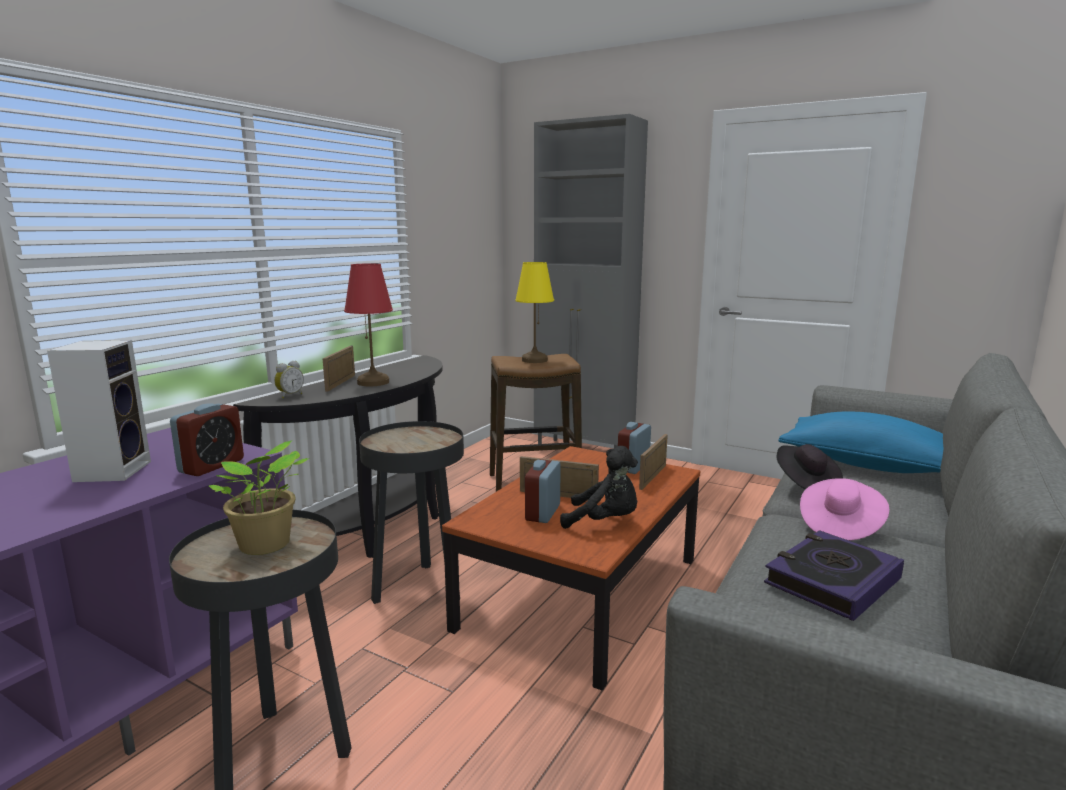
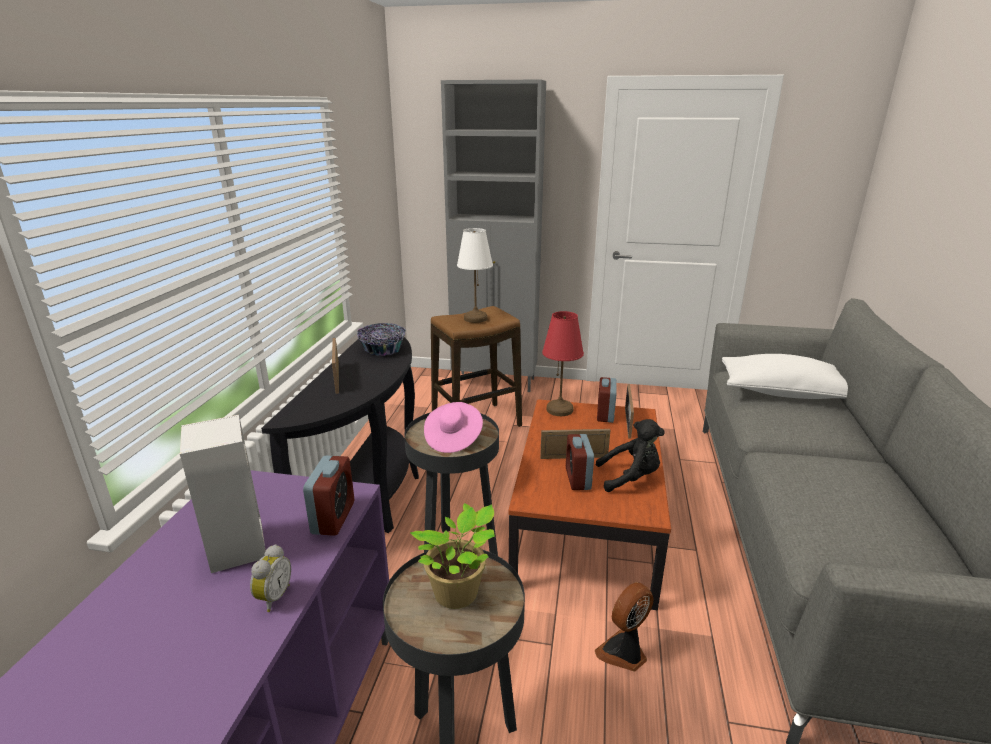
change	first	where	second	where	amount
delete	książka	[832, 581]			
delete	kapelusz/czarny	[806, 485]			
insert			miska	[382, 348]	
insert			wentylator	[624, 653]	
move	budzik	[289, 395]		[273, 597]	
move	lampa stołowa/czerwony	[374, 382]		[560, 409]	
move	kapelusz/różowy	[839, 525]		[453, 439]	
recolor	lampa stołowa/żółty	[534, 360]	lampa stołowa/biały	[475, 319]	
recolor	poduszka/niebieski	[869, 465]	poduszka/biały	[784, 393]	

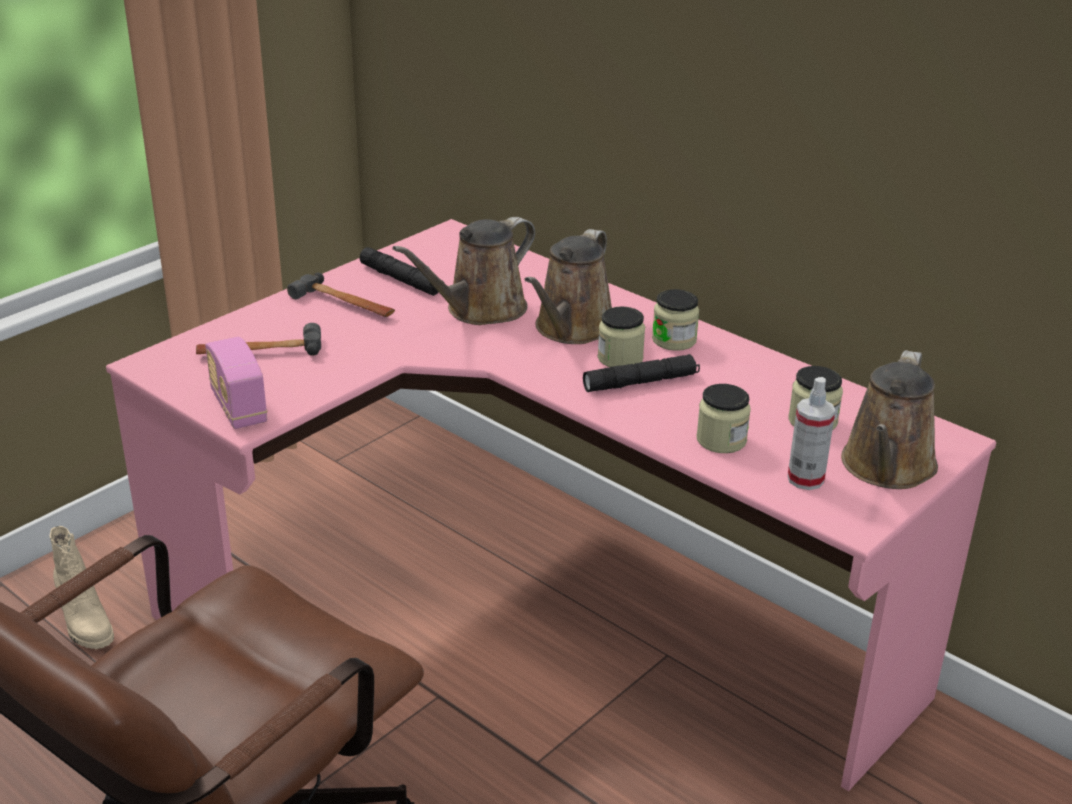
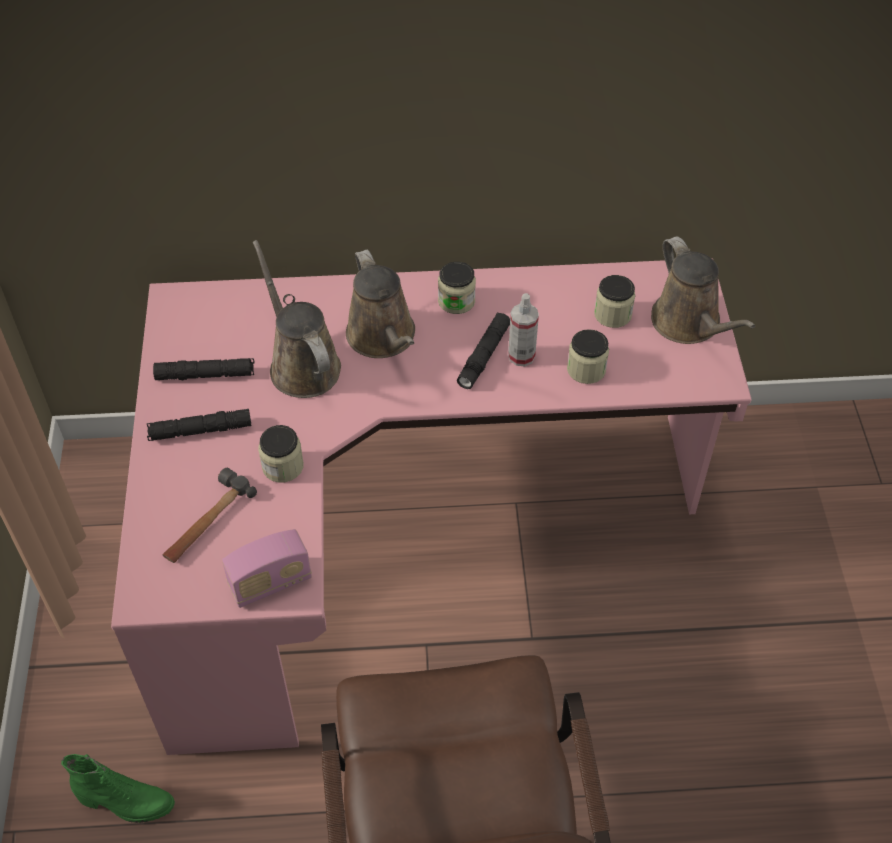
change	first	where	second	where	amount
move	słoik	[620, 358]		[283, 466]	
move	spryskiwacz	[805, 479]		[521, 356]	
replace	młotek	[344, 305]	latarka/czarny	[200, 430]	
recolor	but z cholewką/beżowy	[84, 624]	but z cholewką/zielony	[126, 803]	
rotate	radio	[238, 407]		[270, 583]	45 degrees counterclockwise
rotate	konewka/brązowy	[480, 310]		[301, 364]	150 degrees clockwise

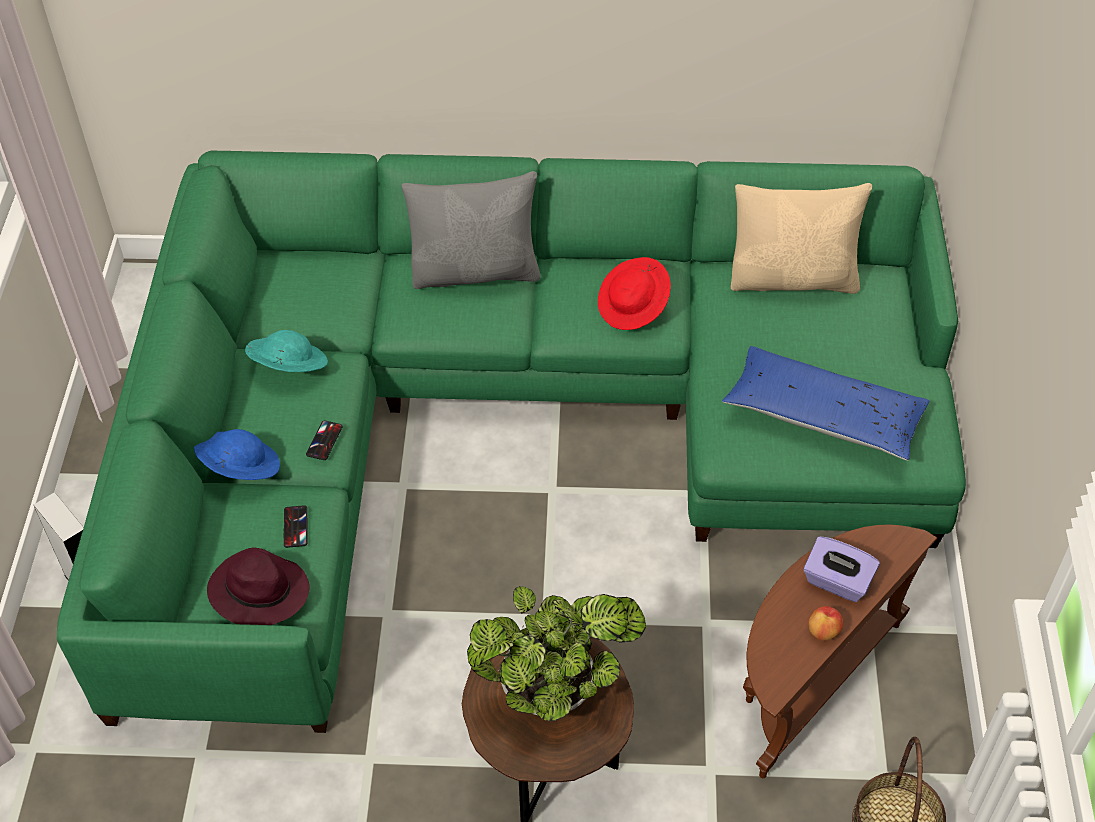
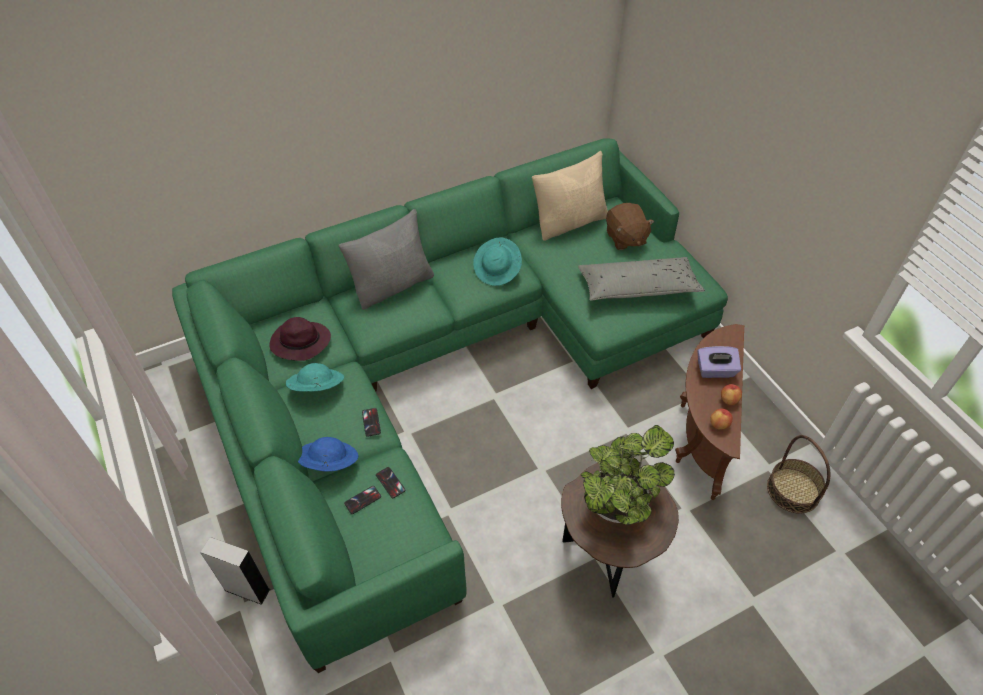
change	first	where	second	where	amount
insert			telefon	[362, 500]	
insert			pluszak/brązowy	[625, 238]	
insert			jabłko	[719, 424]	
move	kapelusz/fioletowy	[258, 592]		[299, 343]	
recolor	kapelusz/czerwony	[633, 307]	kapelusz/turkusowy	[497, 270]	
recolor	poduszka/niebieski	[823, 416]	poduszka/szary	[638, 288]	

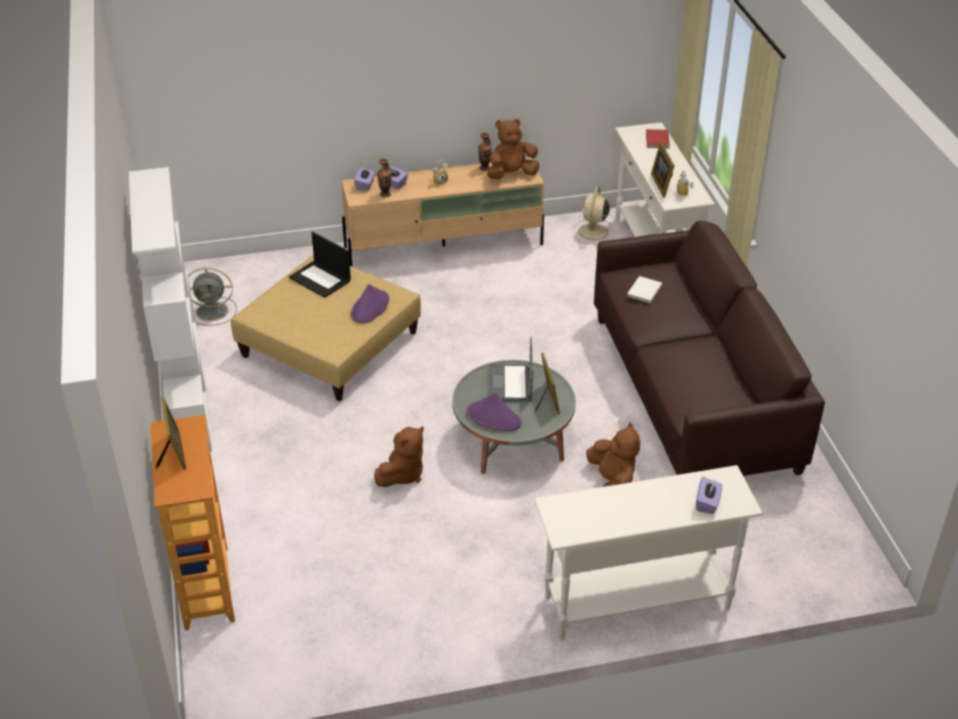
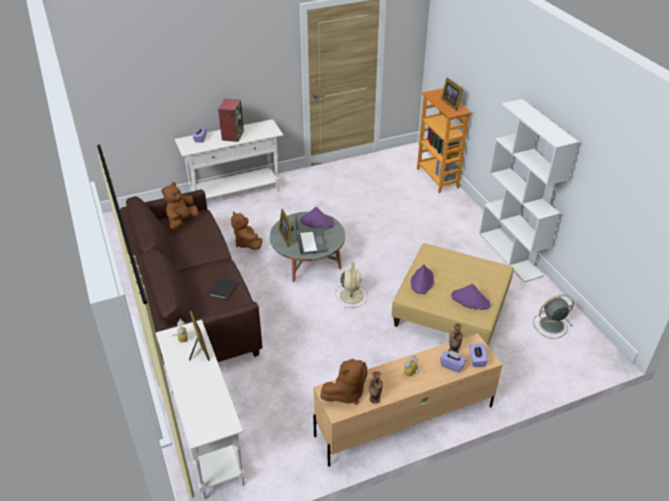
change	first	where	second	where	amount
delete	książka/czerwony	[657, 139]			
insert			głośnik	[232, 135]	
move	pluszak/brązowy	[402, 474]		[181, 221]	
move	wentylator/beżowy	[593, 232]		[351, 295]	
replace	laptop	[321, 279]	kapelusz/fioletowy	[470, 300]	
recolor	książka/biały	[643, 291]	książka/czarny	[223, 289]	

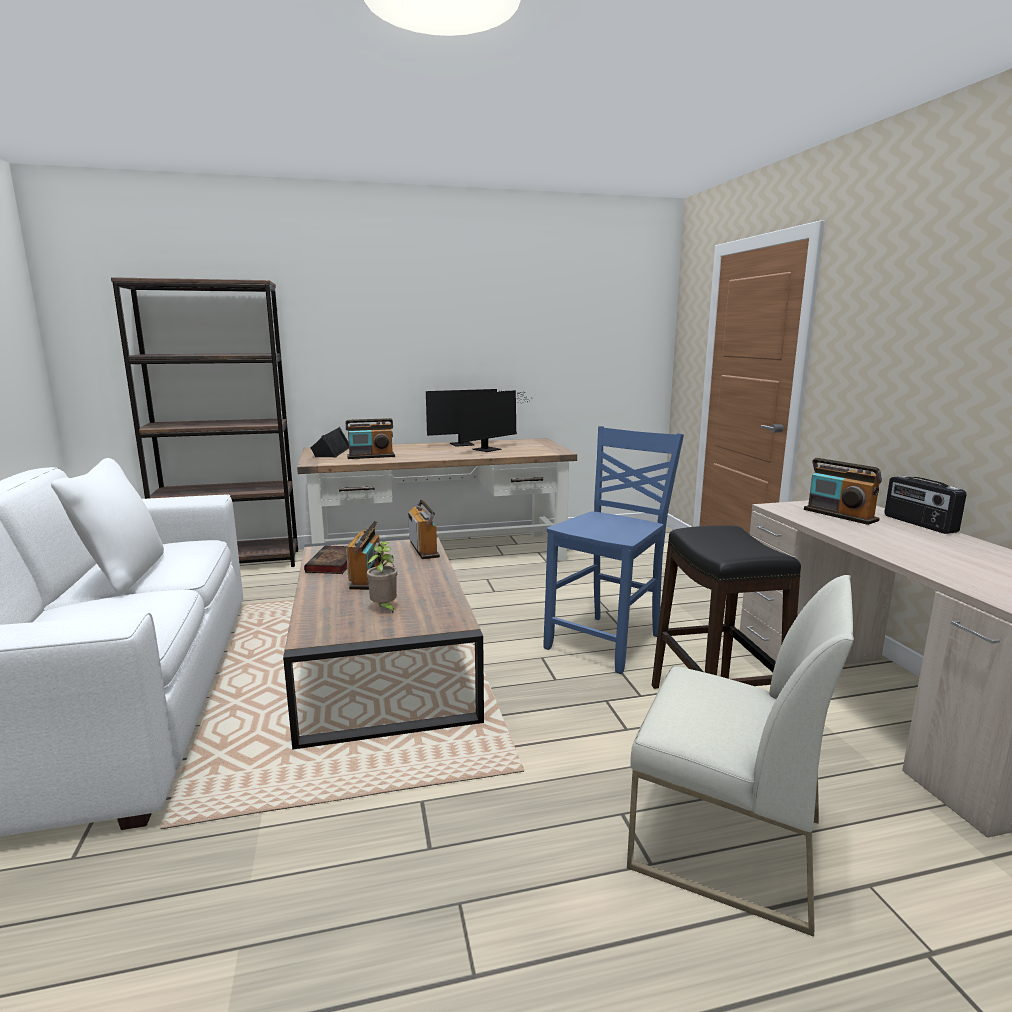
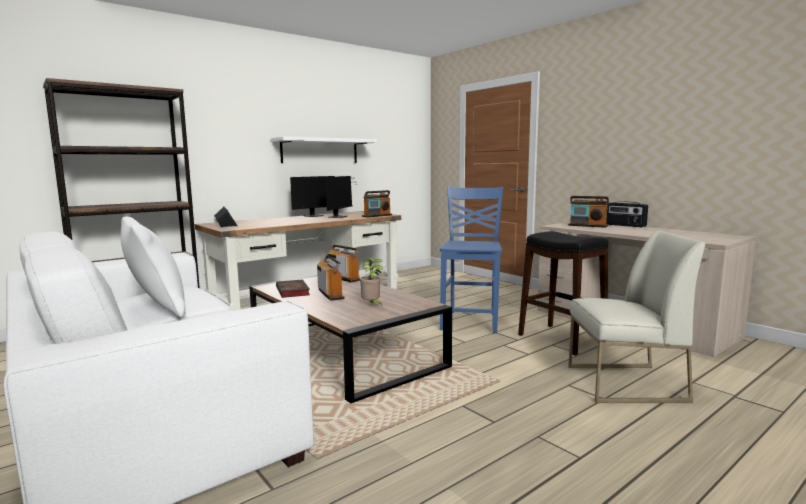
change	first	where	second	where	amount
insert			półka/biały	[320, 151]	
move	radio	[371, 456]		[377, 216]	

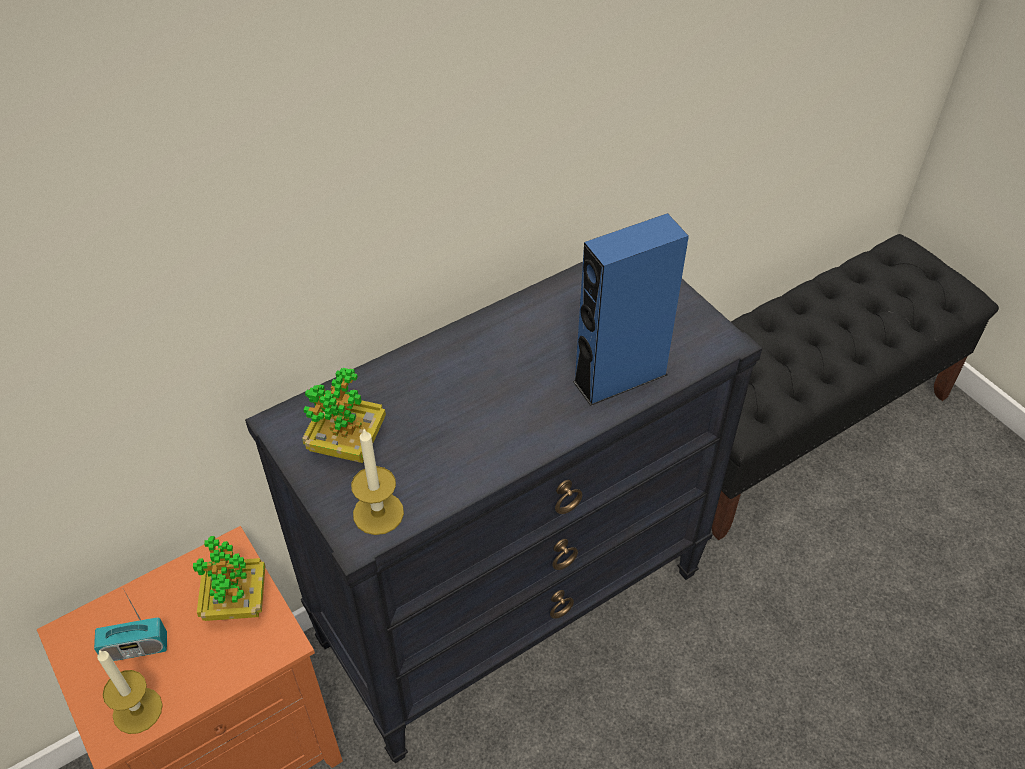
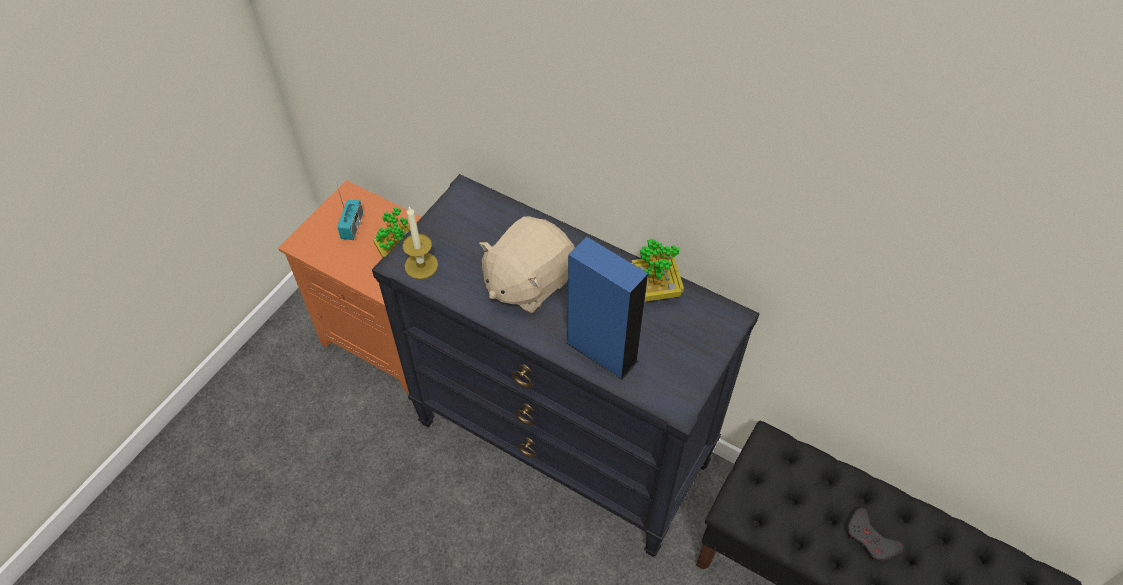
change	first	where	second	where	amount
delete	świeca	[137, 710]			
insert			pluszak/beżowy	[528, 282]	
insert			pad do gier/szary	[870, 539]	
move	roślina doniczkowa	[347, 443]		[654, 289]	
rotate	radio	[136, 648]		[352, 226]	135 degrees counterclockwise

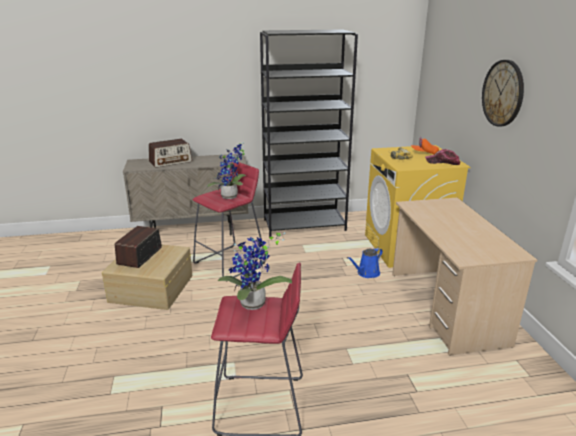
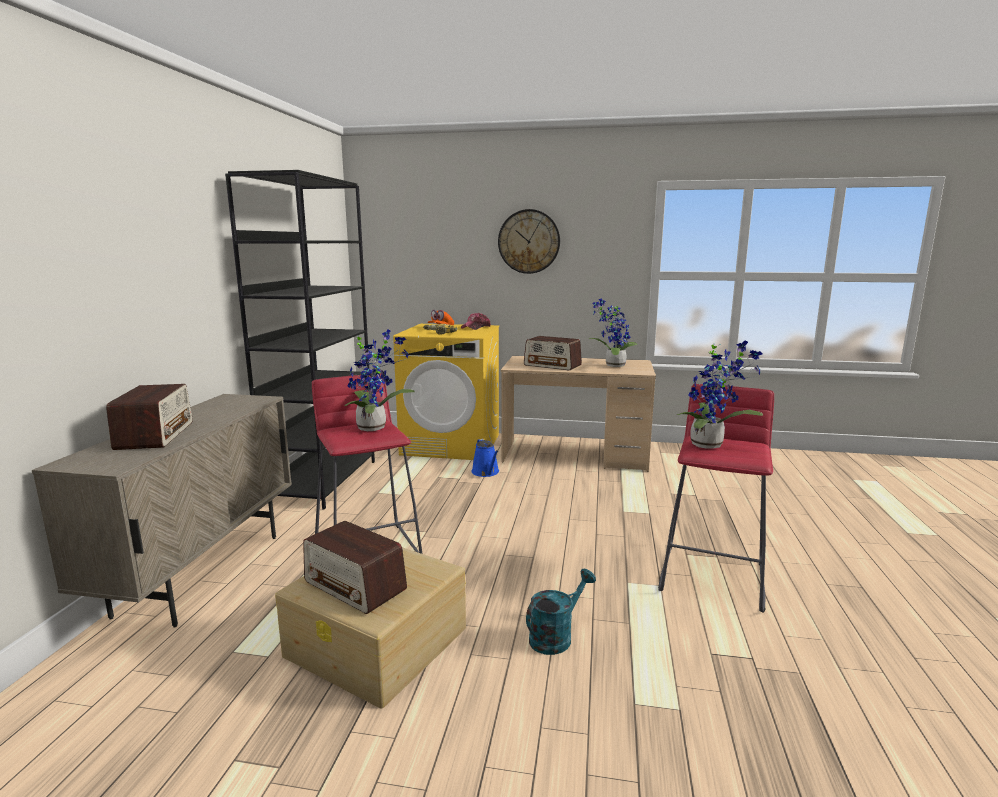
change	first	where	second	where	amount
insert			radio	[552, 365]	
insert			konewka/turkusowy	[556, 636]	
insert			roślina doniczkowa	[612, 365]	

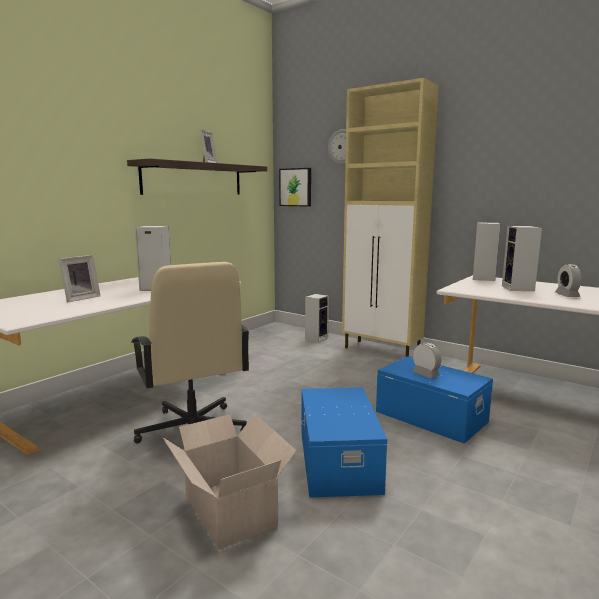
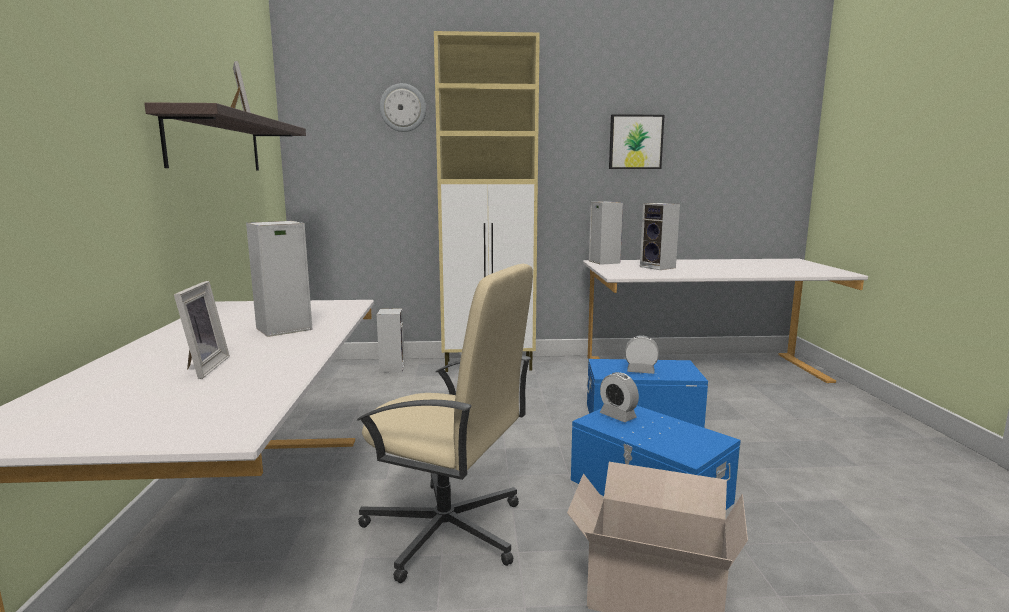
change	first	where	second	where	amount
move	obraz	[296, 187]		[635, 142]	
move	budzik	[567, 295]		[617, 416]	

